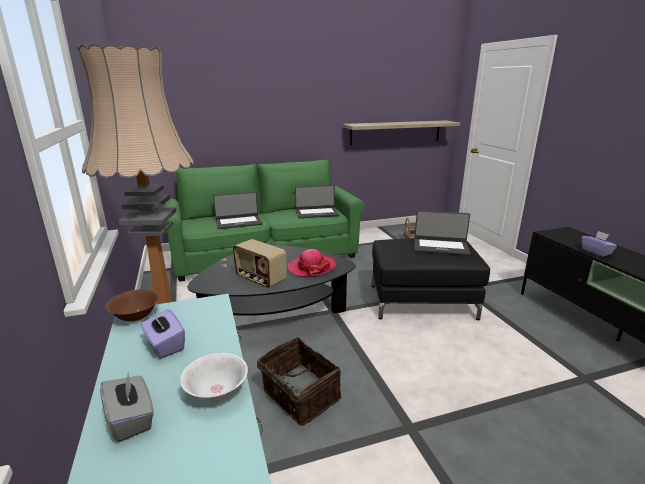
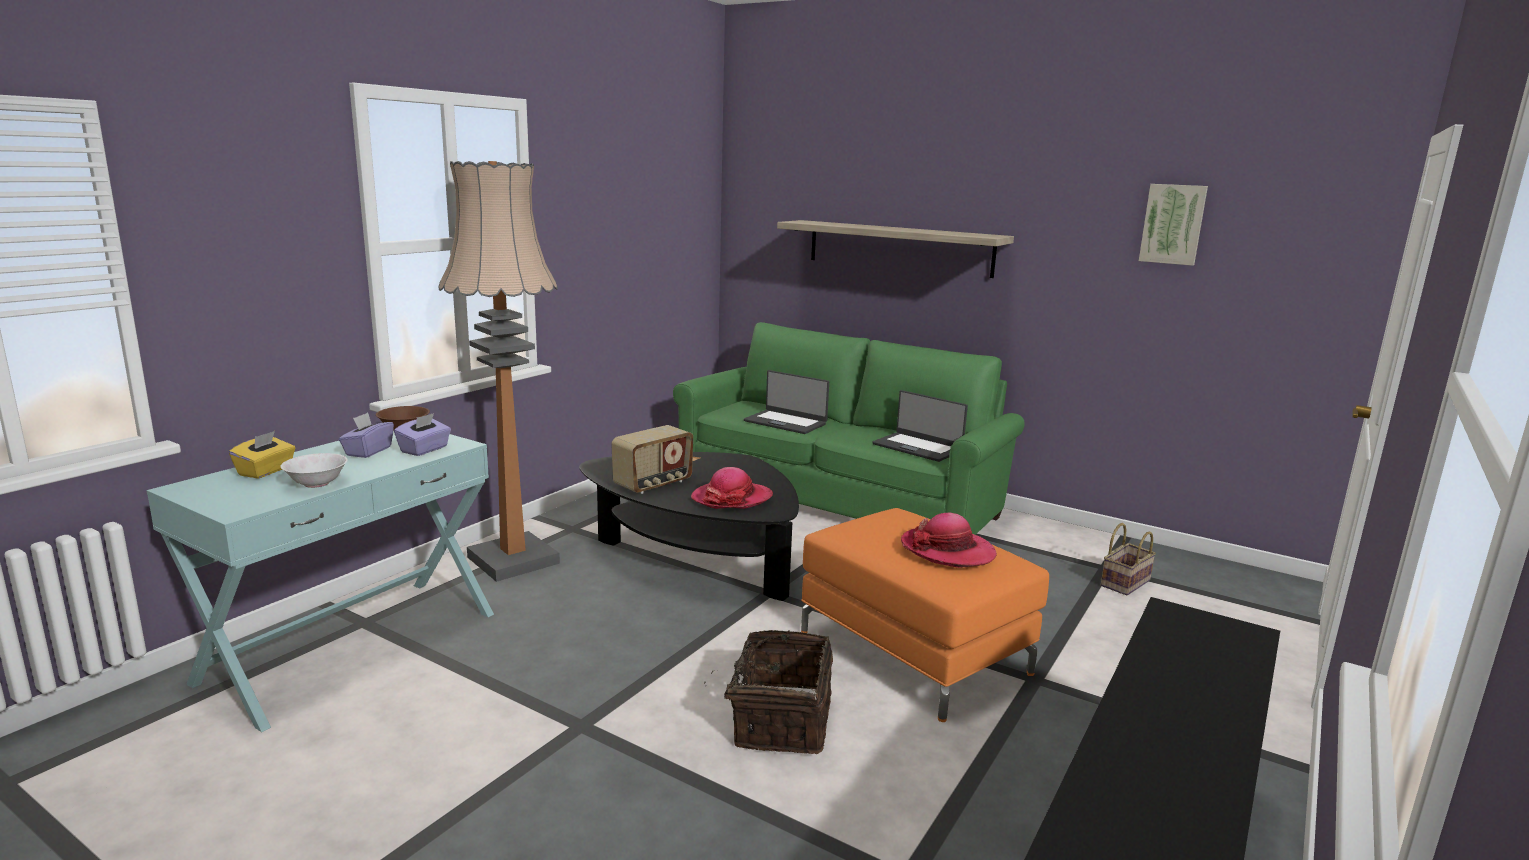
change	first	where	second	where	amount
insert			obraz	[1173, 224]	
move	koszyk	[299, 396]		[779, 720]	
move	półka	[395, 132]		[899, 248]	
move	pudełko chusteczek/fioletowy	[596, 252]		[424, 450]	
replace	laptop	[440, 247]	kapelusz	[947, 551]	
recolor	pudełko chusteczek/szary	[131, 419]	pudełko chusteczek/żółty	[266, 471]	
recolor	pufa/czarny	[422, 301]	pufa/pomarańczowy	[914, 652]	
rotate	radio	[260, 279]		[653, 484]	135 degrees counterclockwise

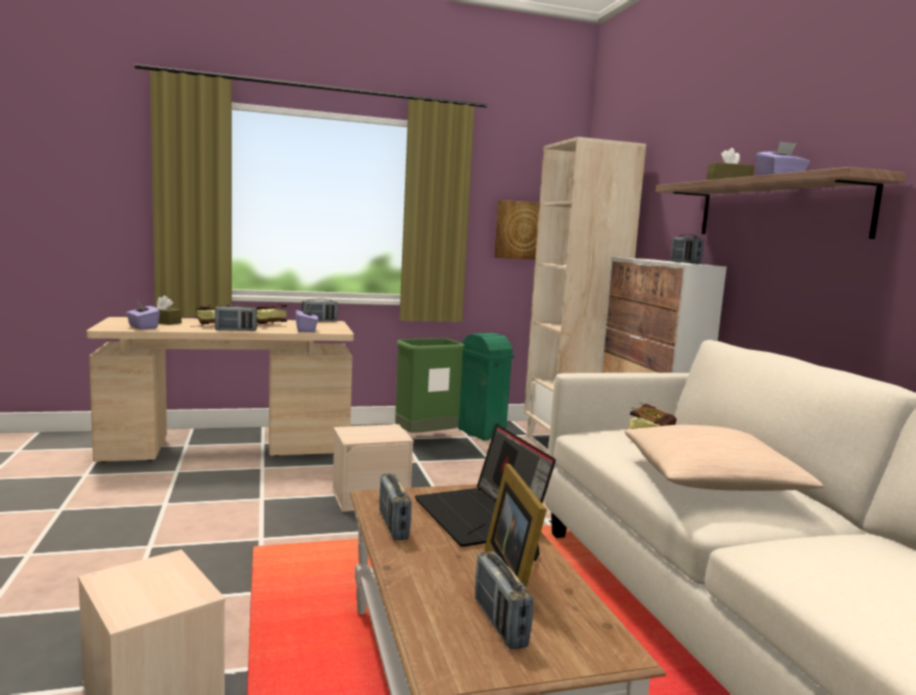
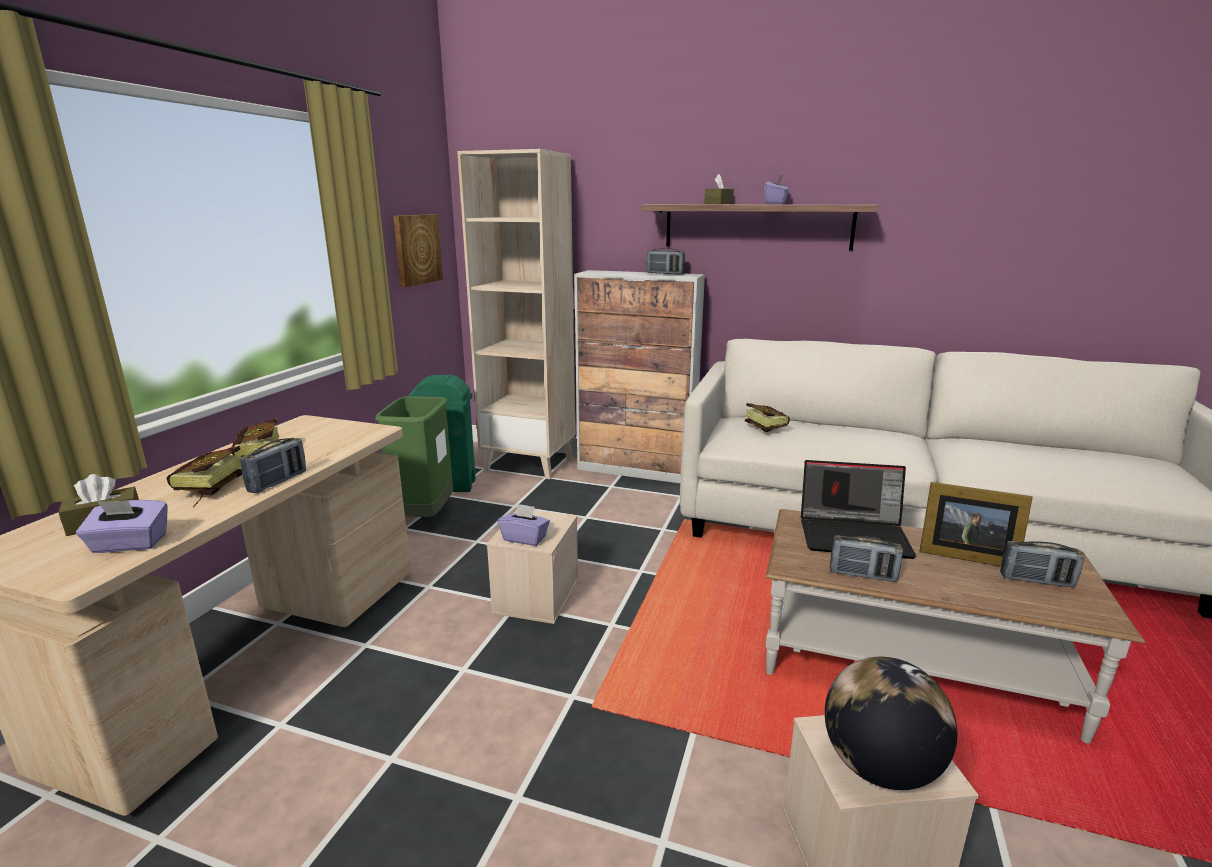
change	first	where	second	where	amount
delete	radio	[319, 321]			
delete	poduszka/beżowy	[711, 480]			
insert			globus	[879, 767]	
move	pudełko chusteczek/fioletowy	[306, 330]		[525, 538]	

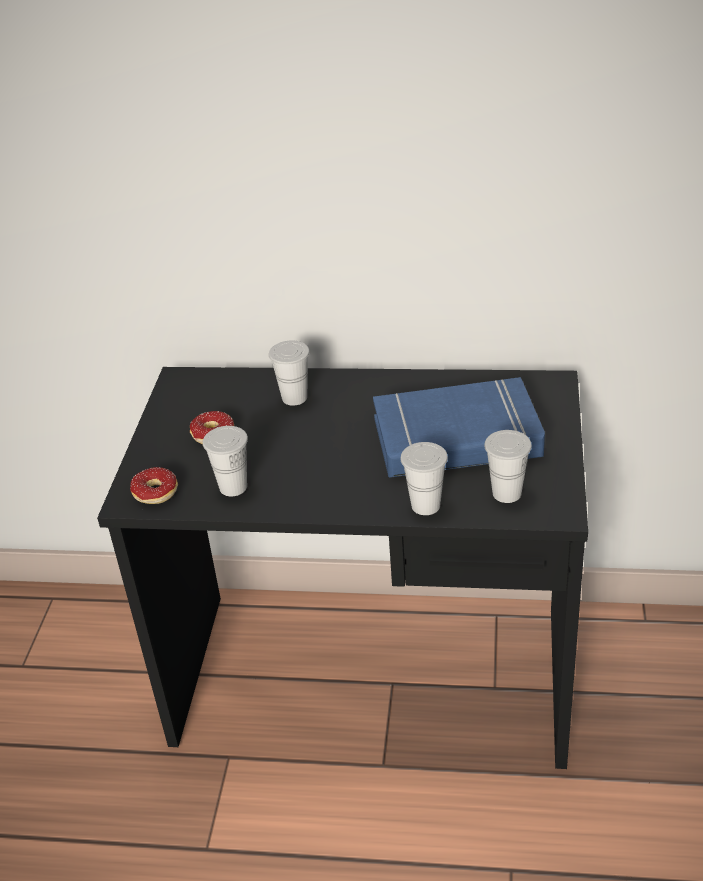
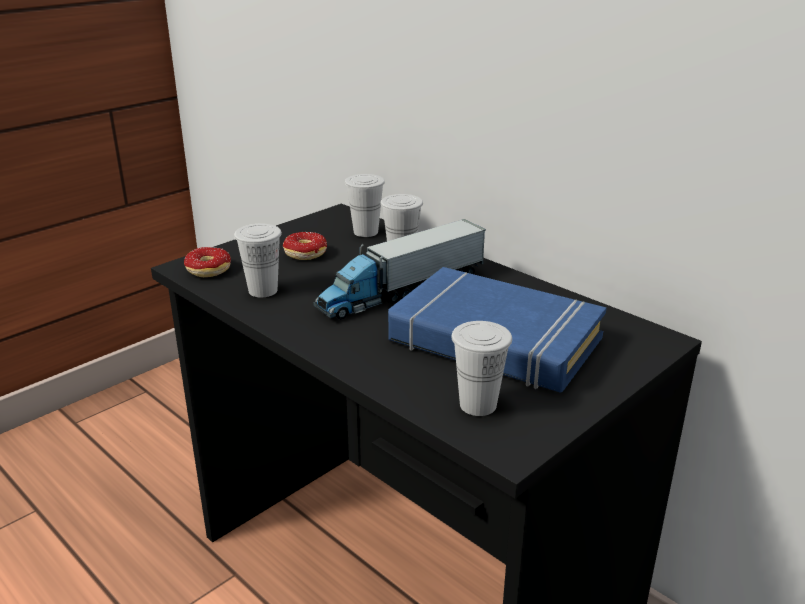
change	first	where	second	where	amount
insert			ciężarówka zabawkowa	[402, 290]	
move	filiżanka/biały	[425, 505]		[366, 232]	

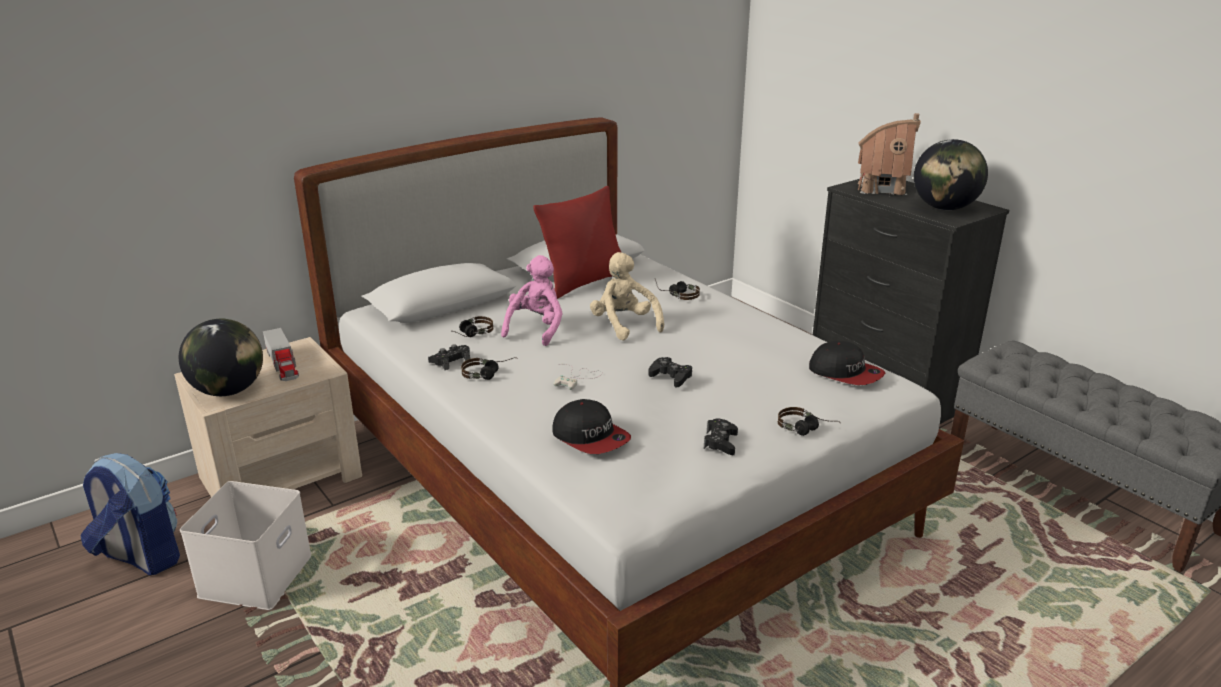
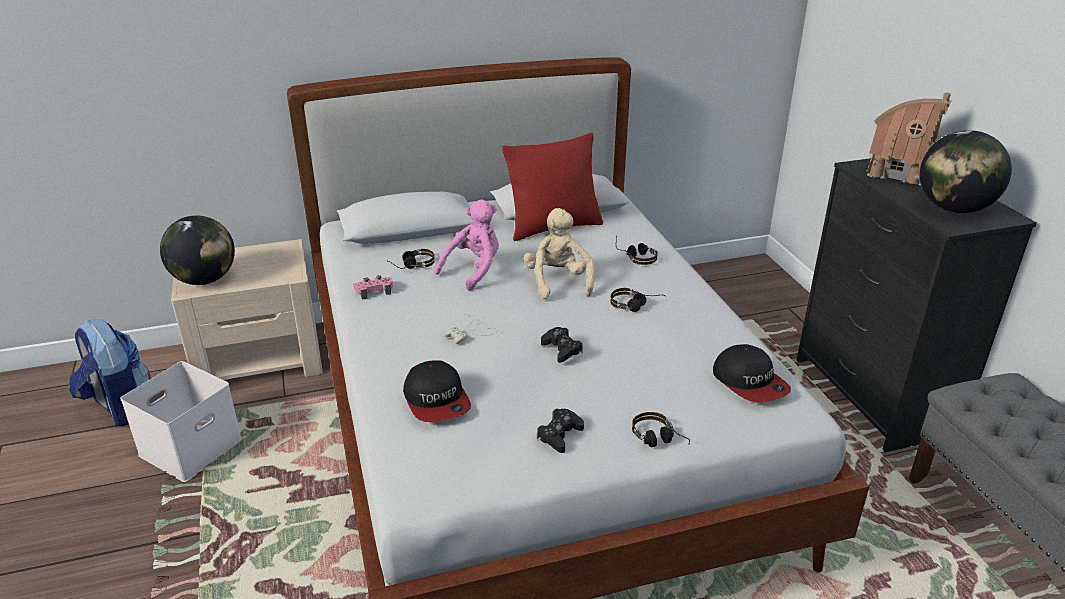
change	first	where	second	where	amount
delete	ciężarówka zabawkowa	[283, 364]			
move	słuchawki	[489, 374]		[636, 306]	
recolor	pad do gier/czarny	[450, 361]	pad do gier/różowy	[374, 291]	

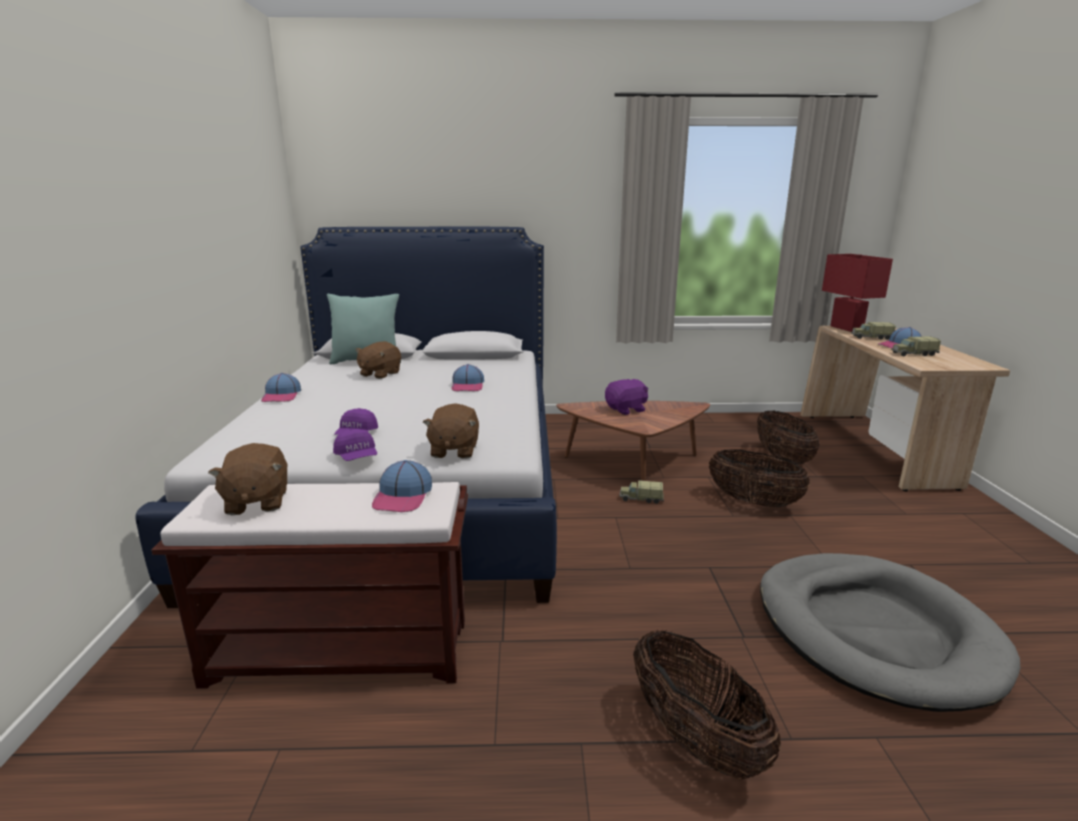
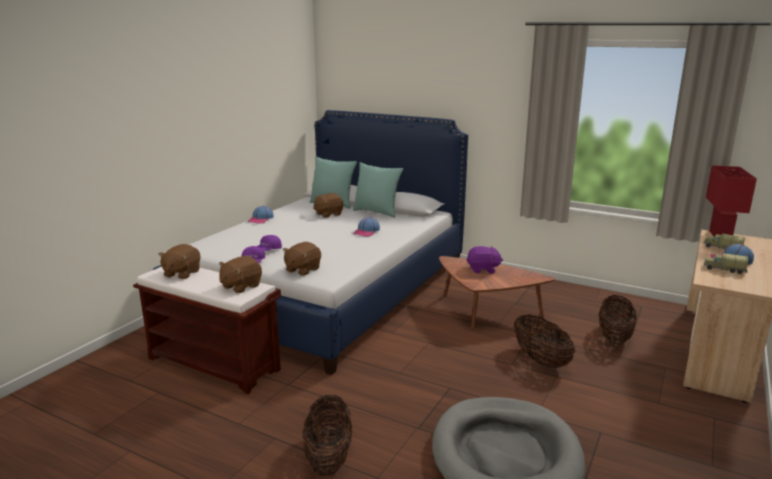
change	first	where	second	where	amount
delete	ciężarówka zabawkowa	[641, 499]			
insert			poduszka/turkusowy	[377, 212]	
replace	czapka z daszkiem	[403, 496]	pluszak/brązowy	[240, 286]	

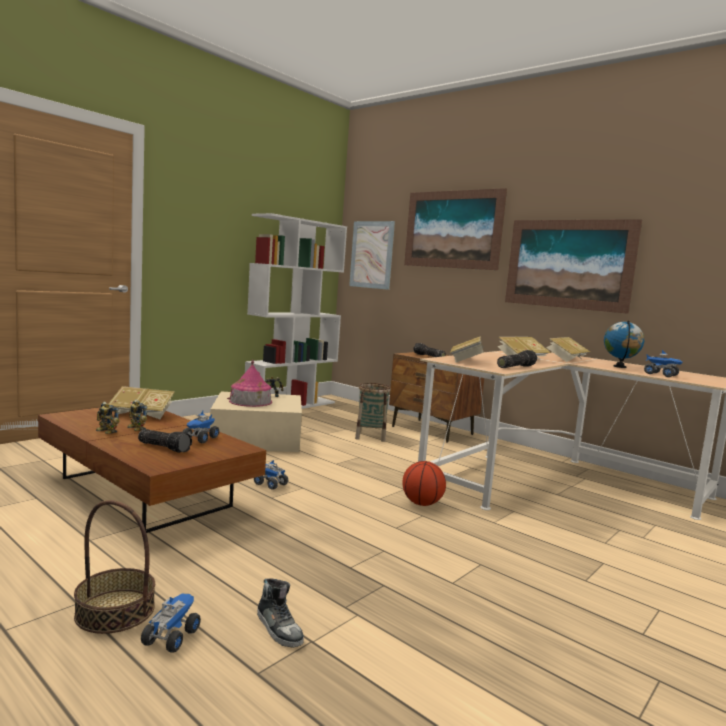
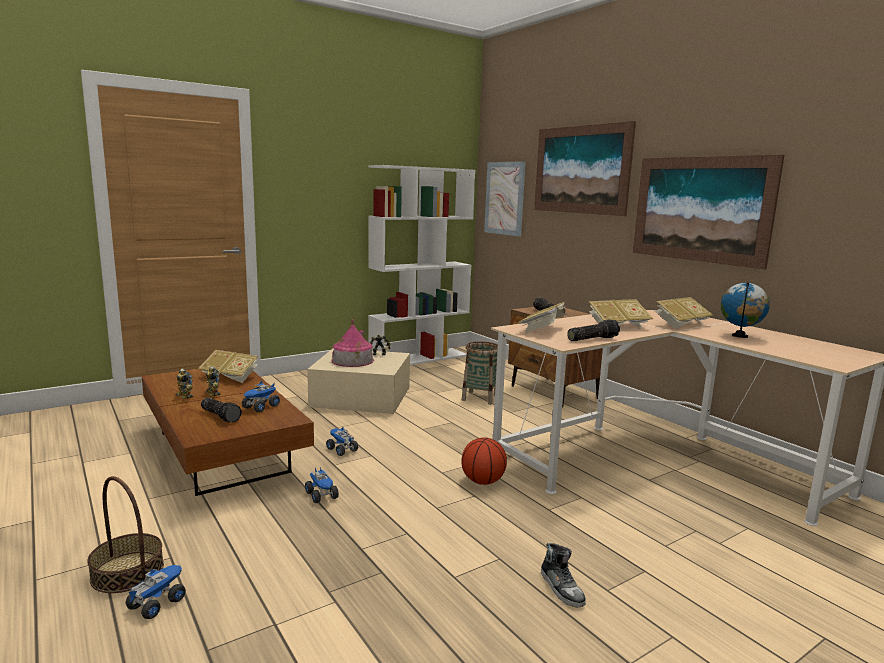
change	first	where	second	where	amount
move	but	[279, 628]		[562, 588]	
move	ciężarówka zabawkowa	[661, 375]		[322, 495]	

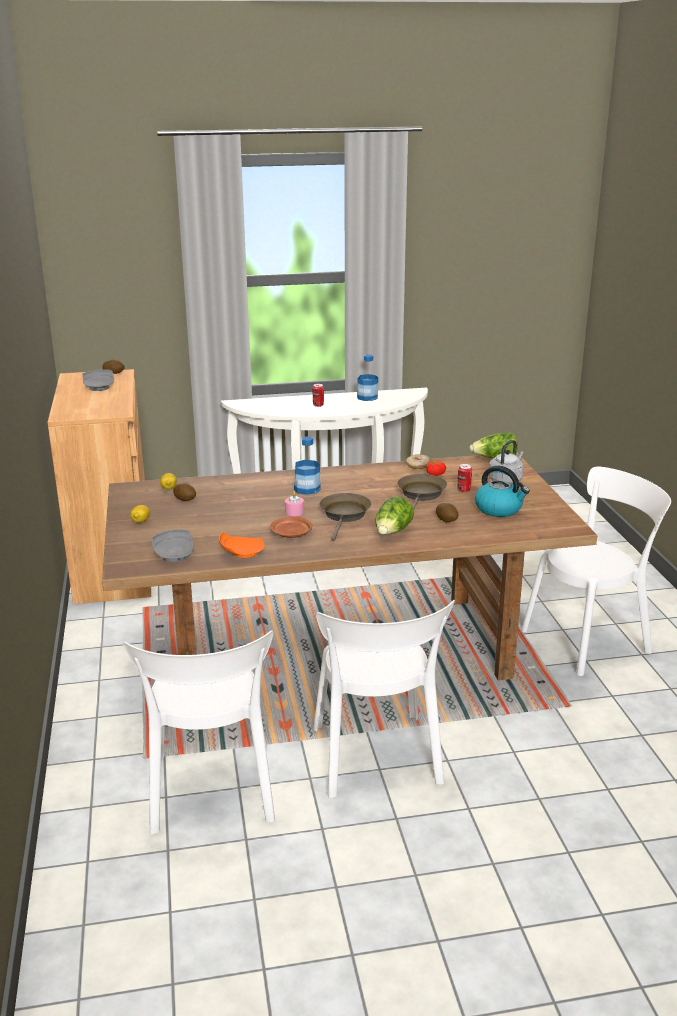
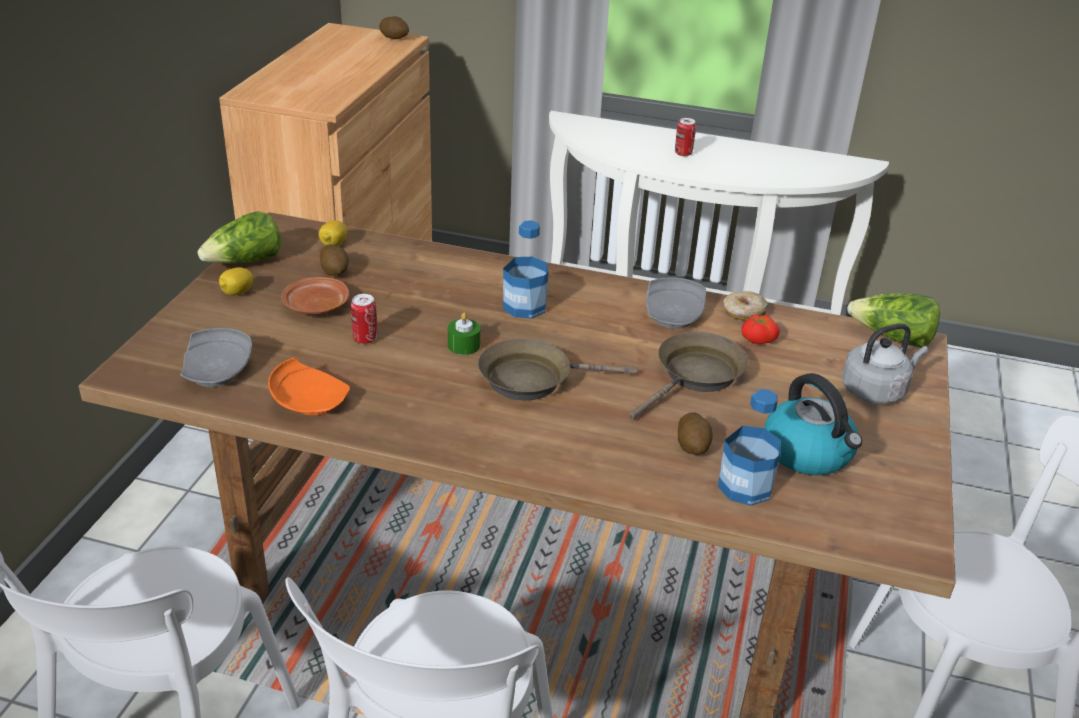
change	first	where	second	where	amount
move	talerz/szary	[99, 387]		[674, 316]	
move	talerz/brązowy	[291, 534]		[316, 306]	
move	butelka	[367, 397]		[745, 486]	
move	sałata	[393, 532]		[245, 262]	
move	puszka	[464, 490]		[365, 339]	
recolor	świeca/różowy	[294, 512]	świeca/zielony	[463, 345]	
rotate	patelnia/brązowy	[345, 516]		[532, 379]	135 degrees counterclockwise

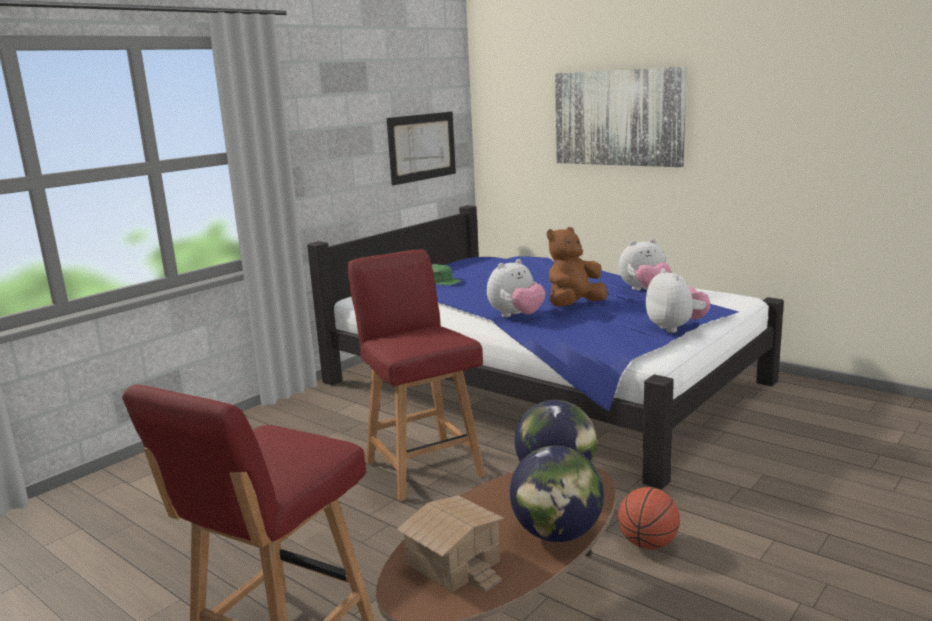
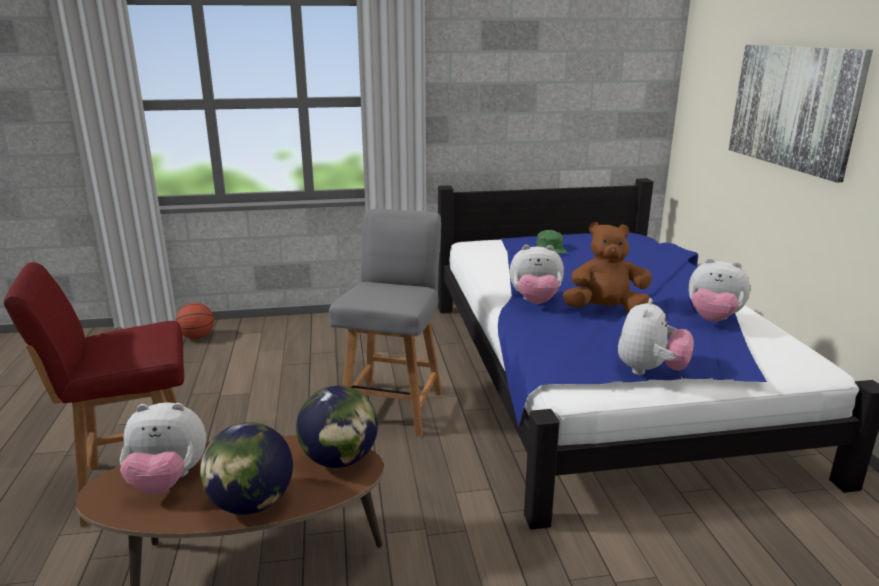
change	first	where	second	where	amount
delete	obraz	[422, 147]			
move	piłka do koszykówki	[648, 544]		[197, 337]	
replace	domek	[454, 561]	pluszak	[168, 481]	
recolor	krzesło/czerwony	[423, 467]	krzesło/szary	[393, 406]	

